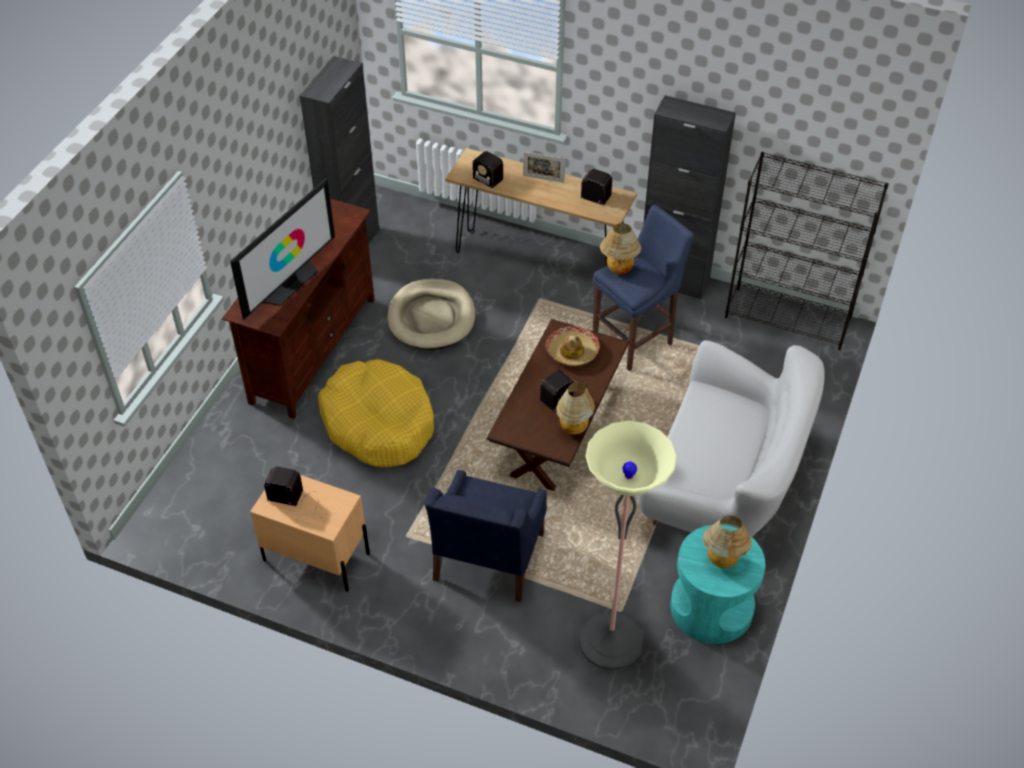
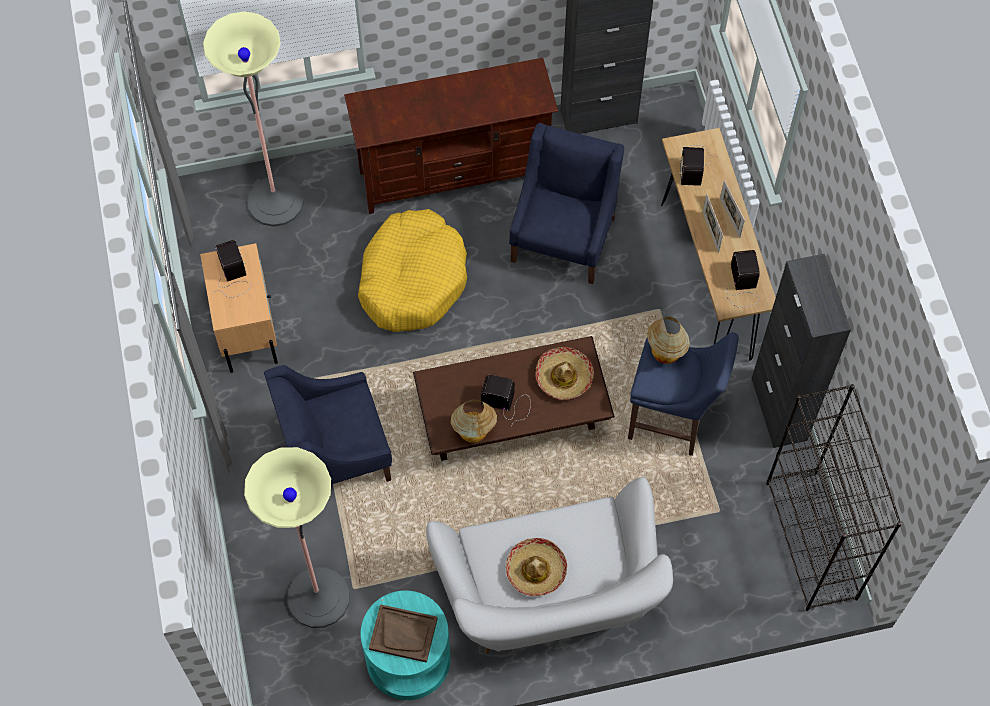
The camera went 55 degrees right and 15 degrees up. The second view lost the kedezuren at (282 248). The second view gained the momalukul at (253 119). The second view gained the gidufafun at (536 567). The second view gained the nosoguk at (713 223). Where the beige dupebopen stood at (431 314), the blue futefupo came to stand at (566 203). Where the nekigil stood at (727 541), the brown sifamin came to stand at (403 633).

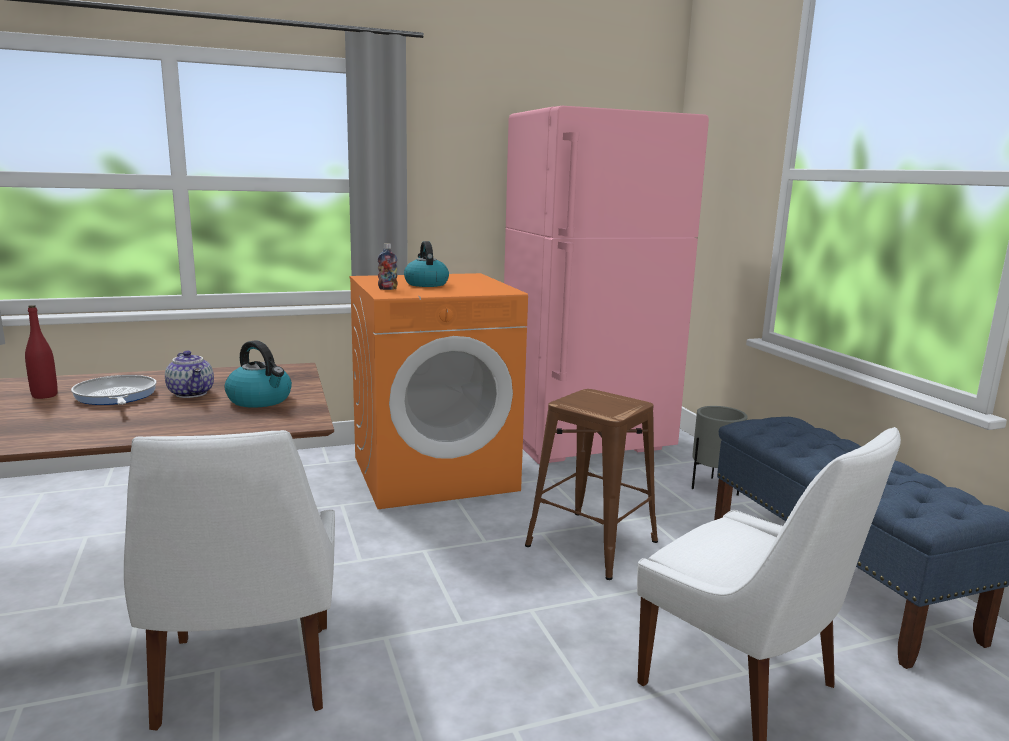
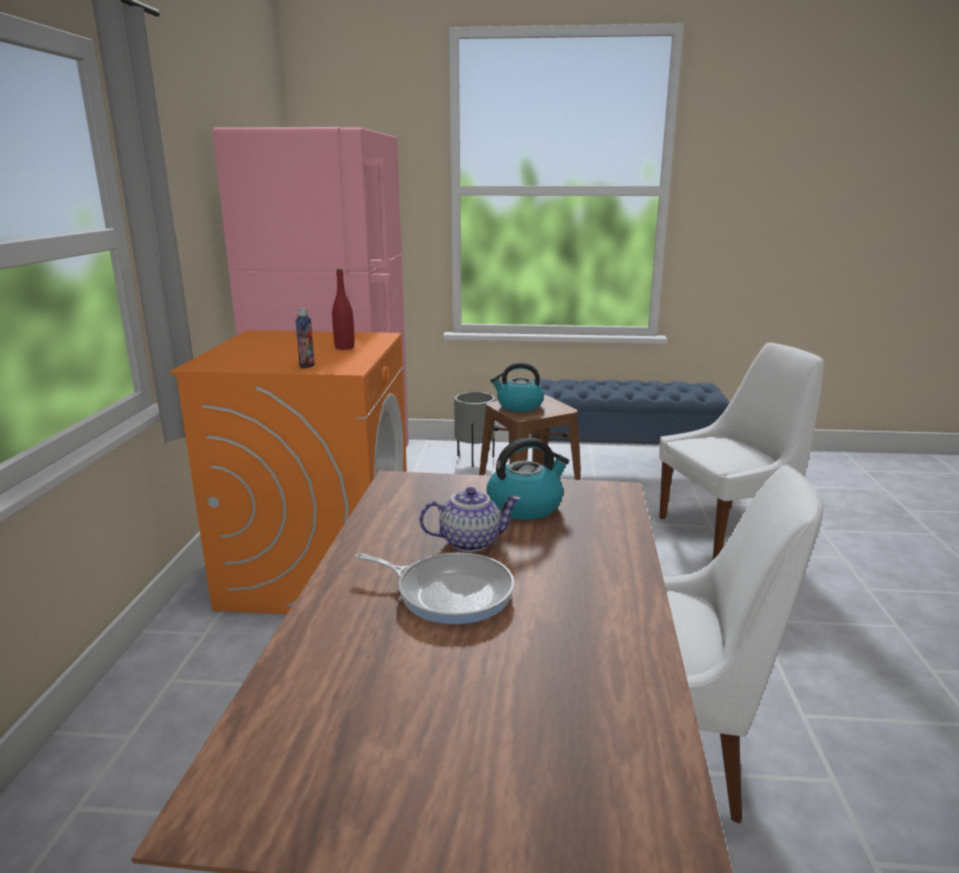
The camera went 65 degrees left and 5 degrees up. The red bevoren ended up elsewhere, having gone from (41 352) to (343 309). The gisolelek ended up elsewhere, having gone from (426 264) to (517 387). The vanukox at (113 390) ended up facing another way, 150 degrees counterclockwise from before.

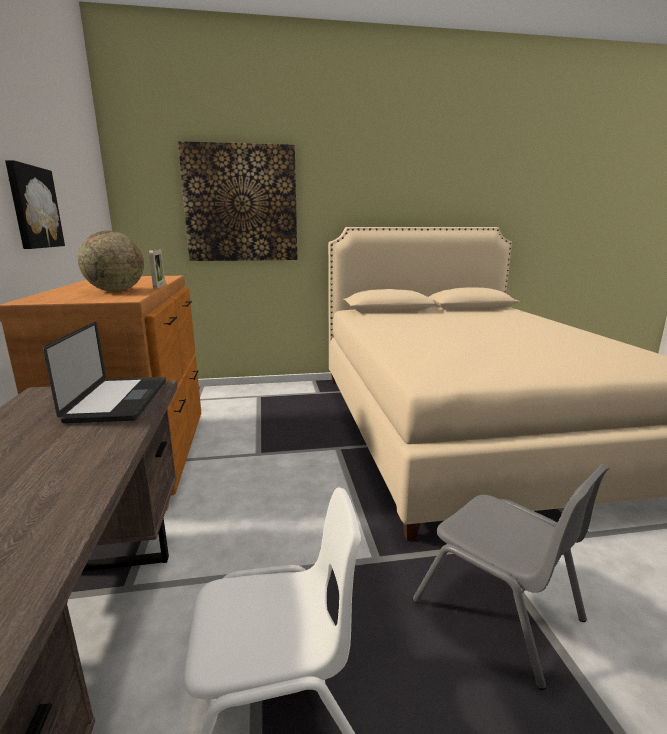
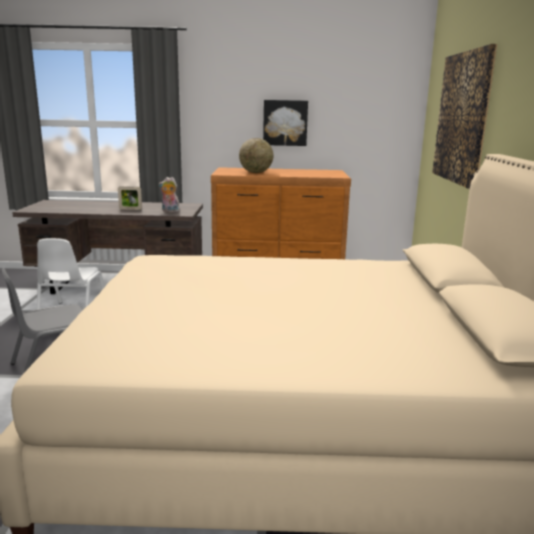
The camera went 100 degrees right and 0 degrees up. The nosoguk ended up elsewhere, having gone from (157 268) to (130 198). Where the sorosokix stood at (104 372), the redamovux came to stand at (169 194).

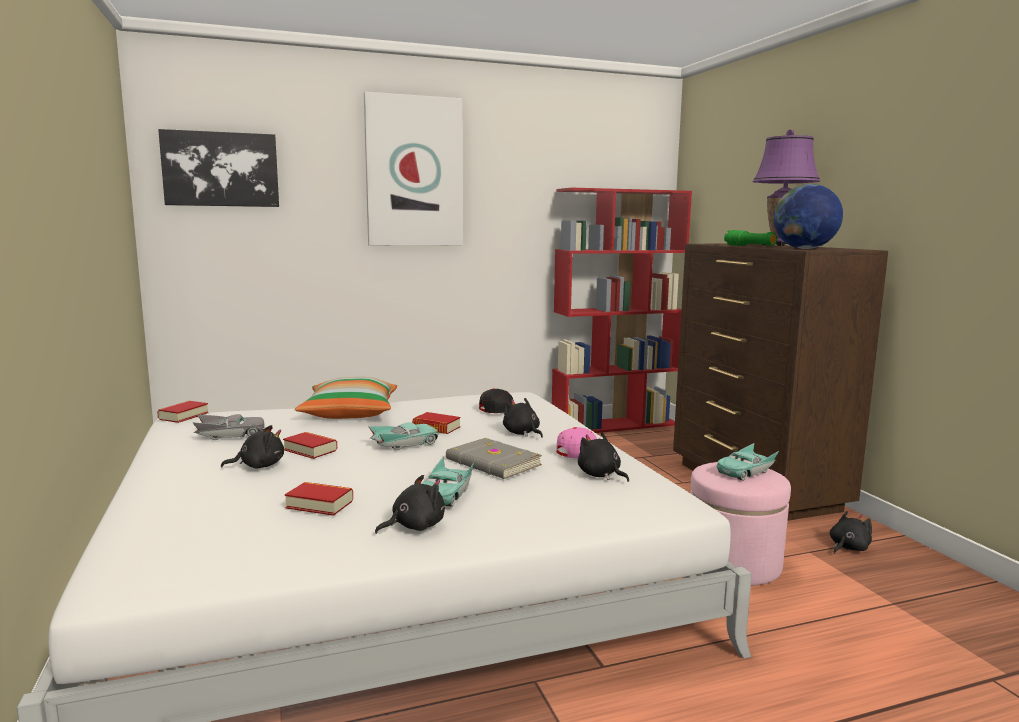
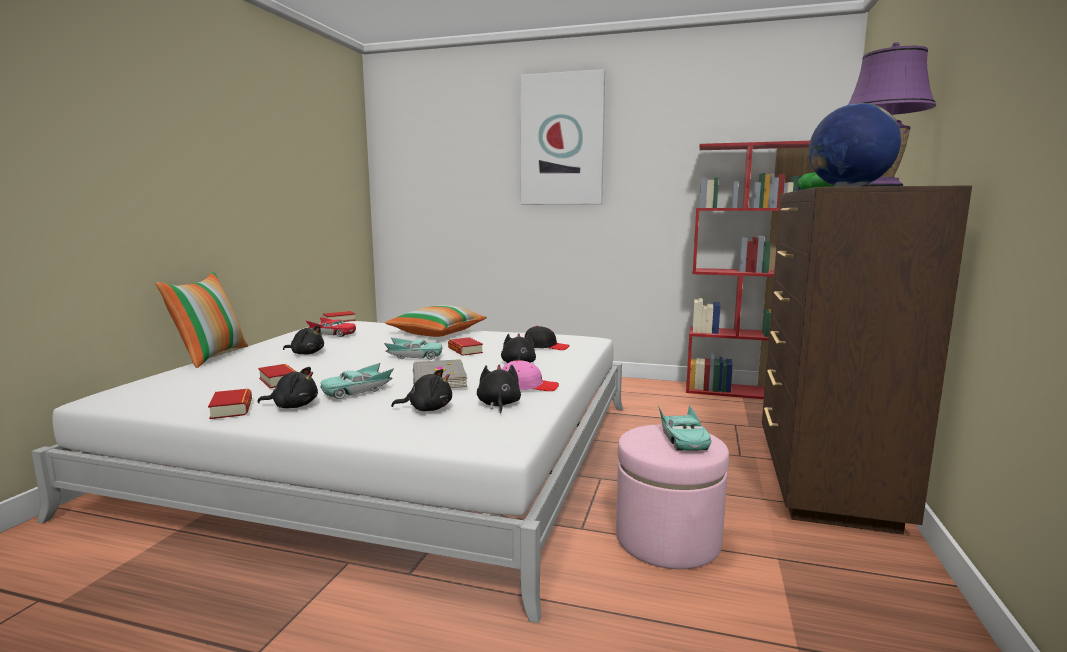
The camera went 35 degrees right and 0 degrees up. The second view lost the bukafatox at (218 168). The second view gained the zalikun at (202 320). The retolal ended up elsewhere, having gone from (310 445) to (230 404). The black redamovux ended up elsewhere, having gone from (851 532) to (421 390). What was the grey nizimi at (228 427) turned into the red nizimi at (330 327). The turquoise nizimi at (748 462) ended up facing another way, 90 degrees counterclockwise from before.

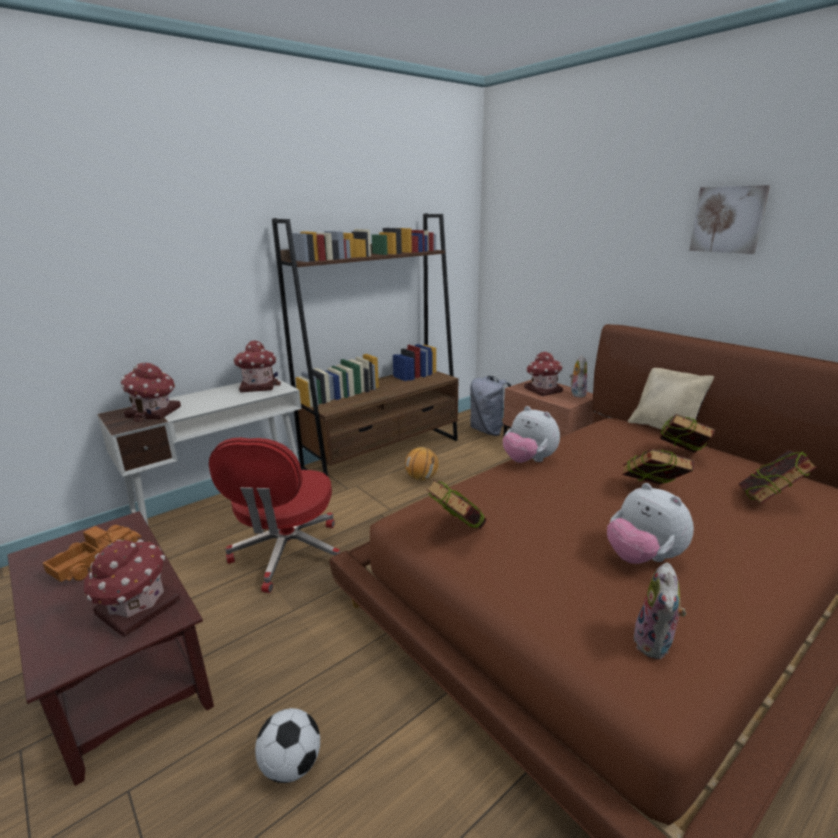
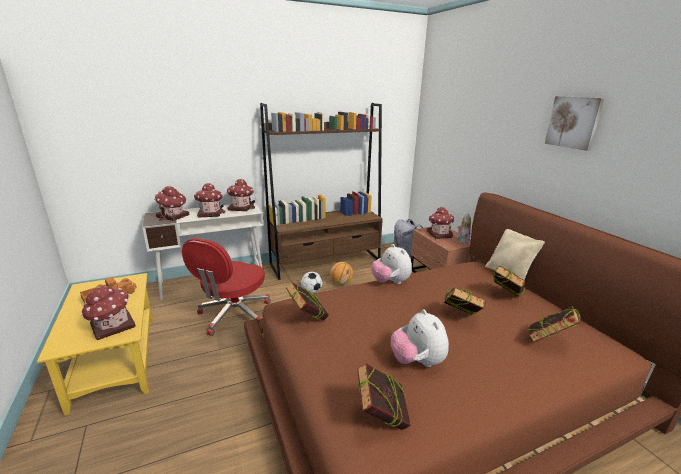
The camera went 15 degrees right and 0 degrees up. The second view gained the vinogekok at (209 200). The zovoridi ended up elsewhere, having gone from (287 745) to (312 282). Where the redamovux stood at (660 611), the retolal came to stand at (384 396). What was the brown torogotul at (111 648) turned into the yellow torogotul at (95 344).

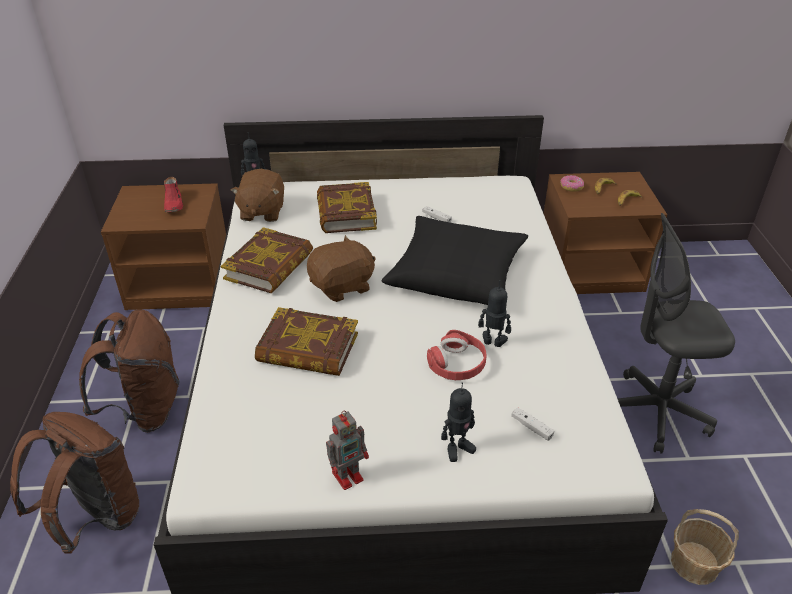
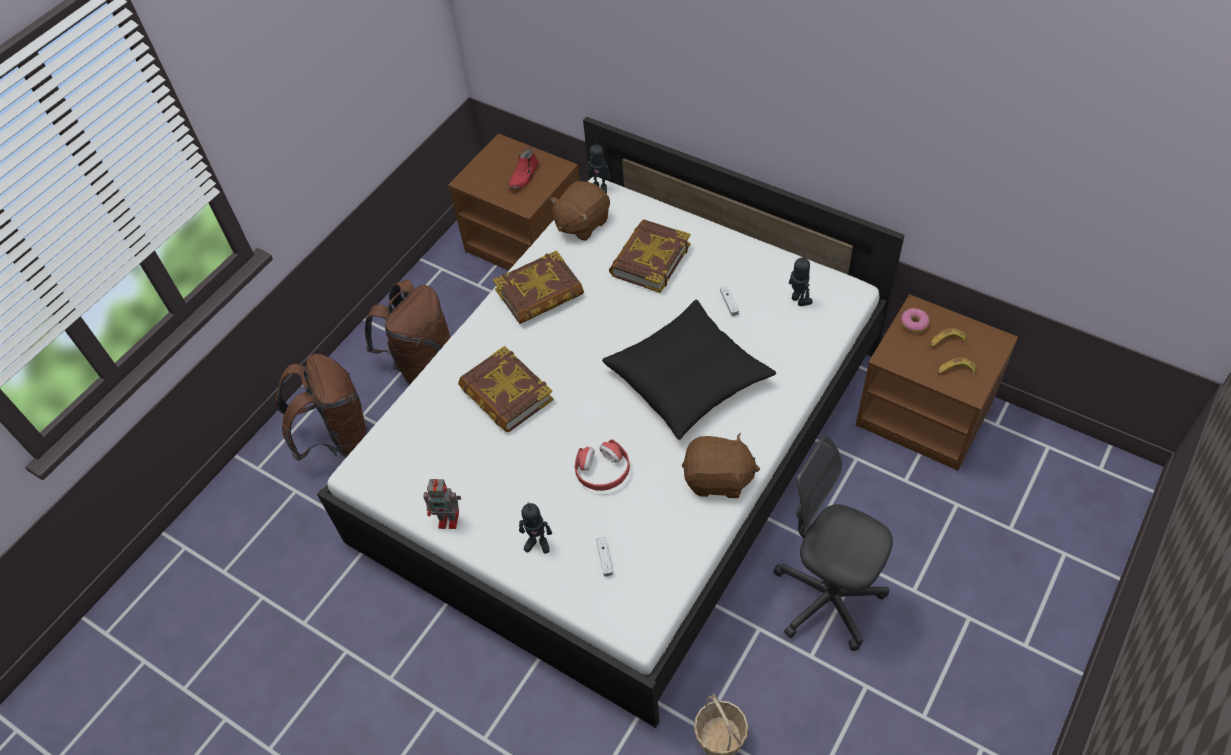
The camera went 40 degrees right and 15 degrees up. The brown redamovux ended up elsewhere, having gone from (341 268) to (721 465). The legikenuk ended up elsewhere, having gone from (494 313) to (801 280).

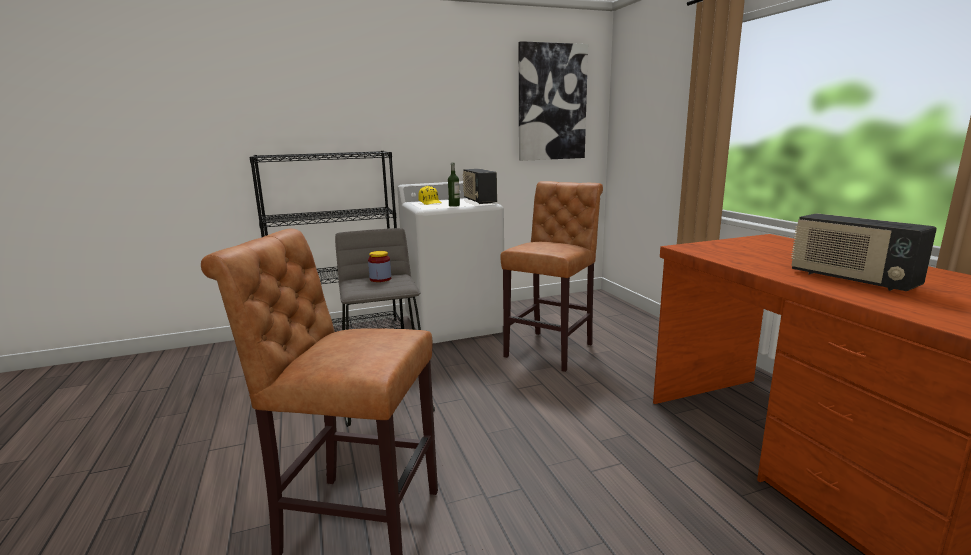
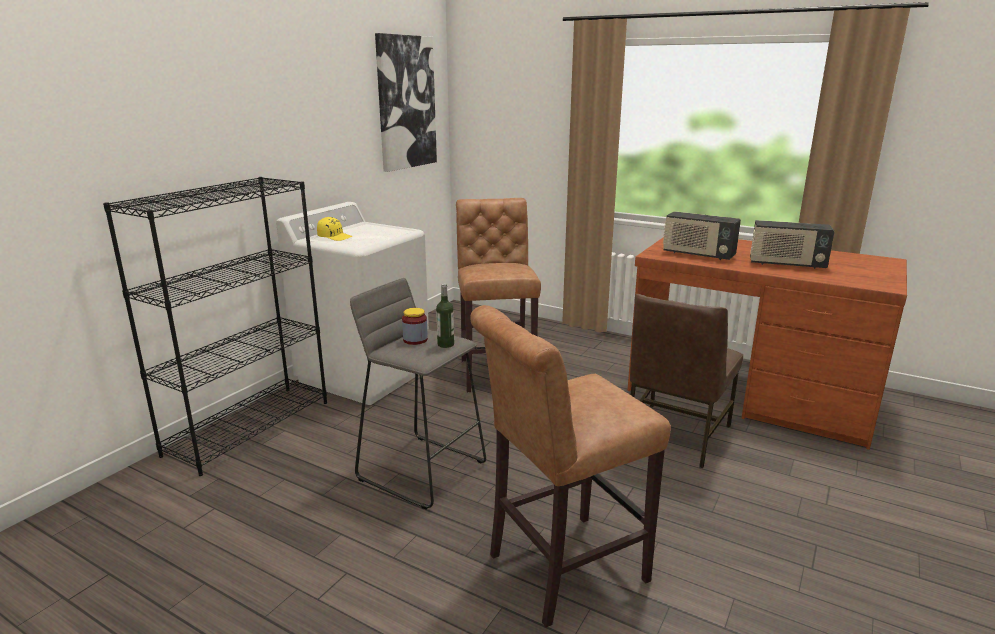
The camera went 40 degrees left and 5 degrees up. The second view gained the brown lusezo at (686 381). The bevoren ended up elsewhere, having gone from (454 185) to (445 315). The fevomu ended up elsewhere, having gone from (480 186) to (702 235).

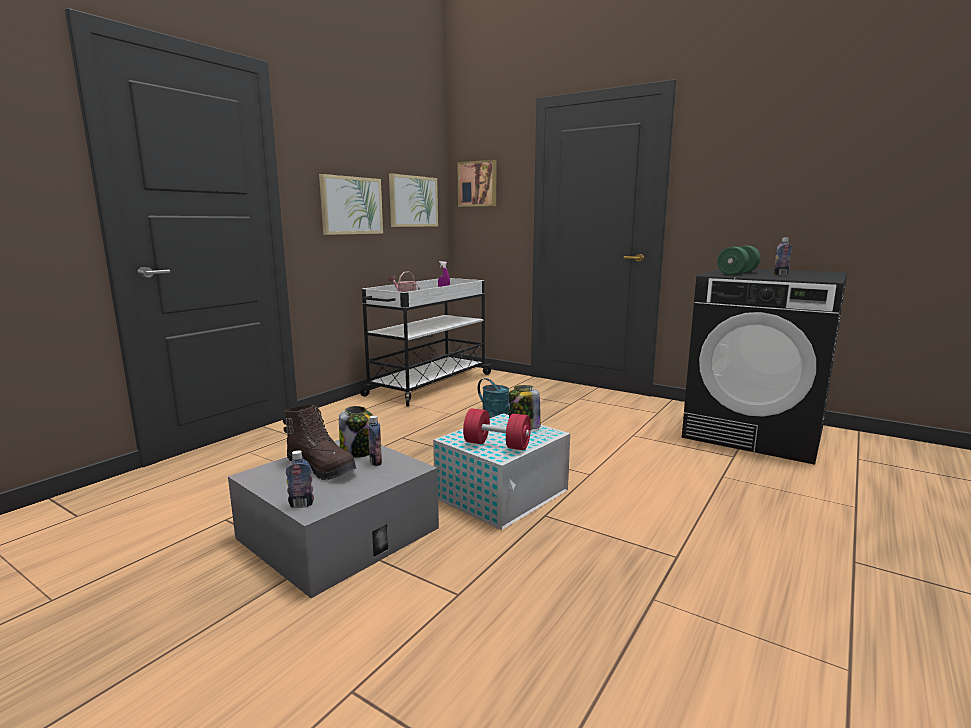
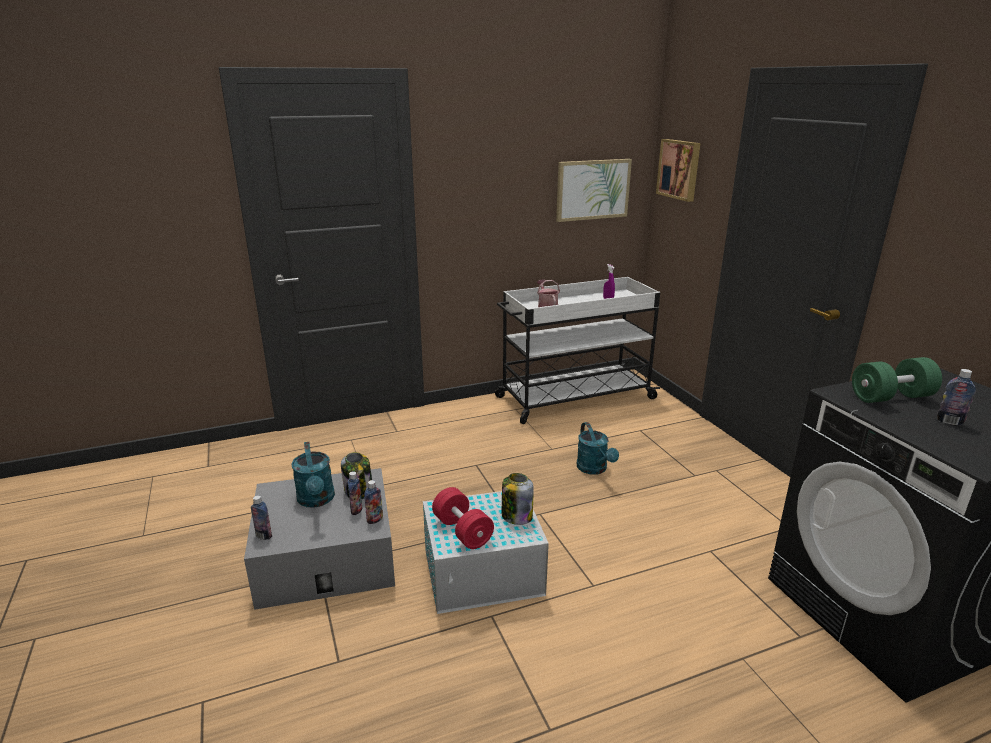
The camera went 35 degrees right and 10 degrees up. The second view lost the bukafatox at (351 204). The second view gained the bevoren at (373 502). Where the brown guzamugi stood at (319 442), the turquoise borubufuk came to stand at (313 475).

